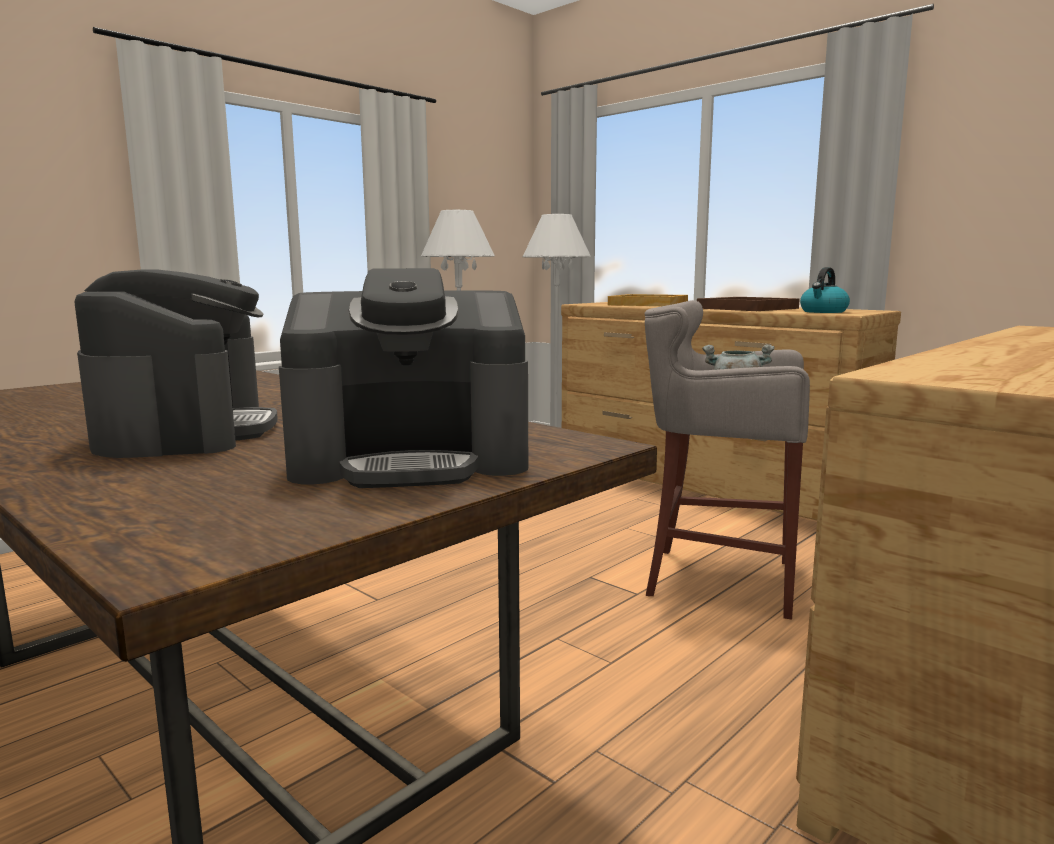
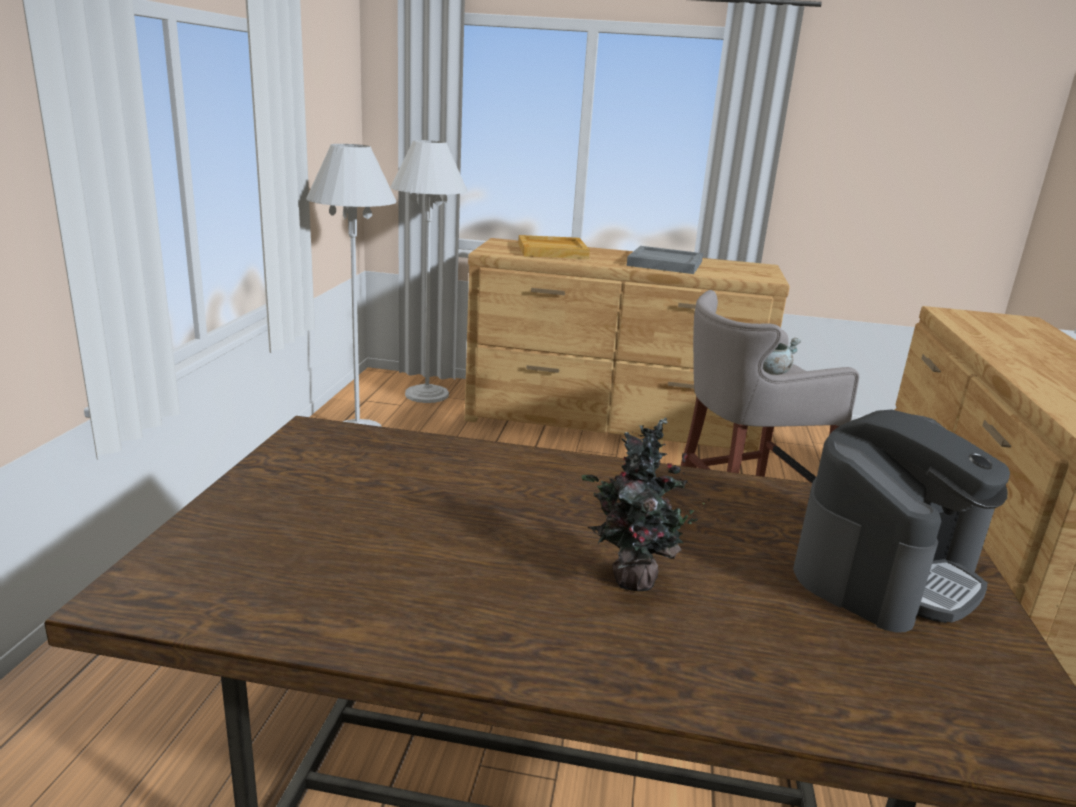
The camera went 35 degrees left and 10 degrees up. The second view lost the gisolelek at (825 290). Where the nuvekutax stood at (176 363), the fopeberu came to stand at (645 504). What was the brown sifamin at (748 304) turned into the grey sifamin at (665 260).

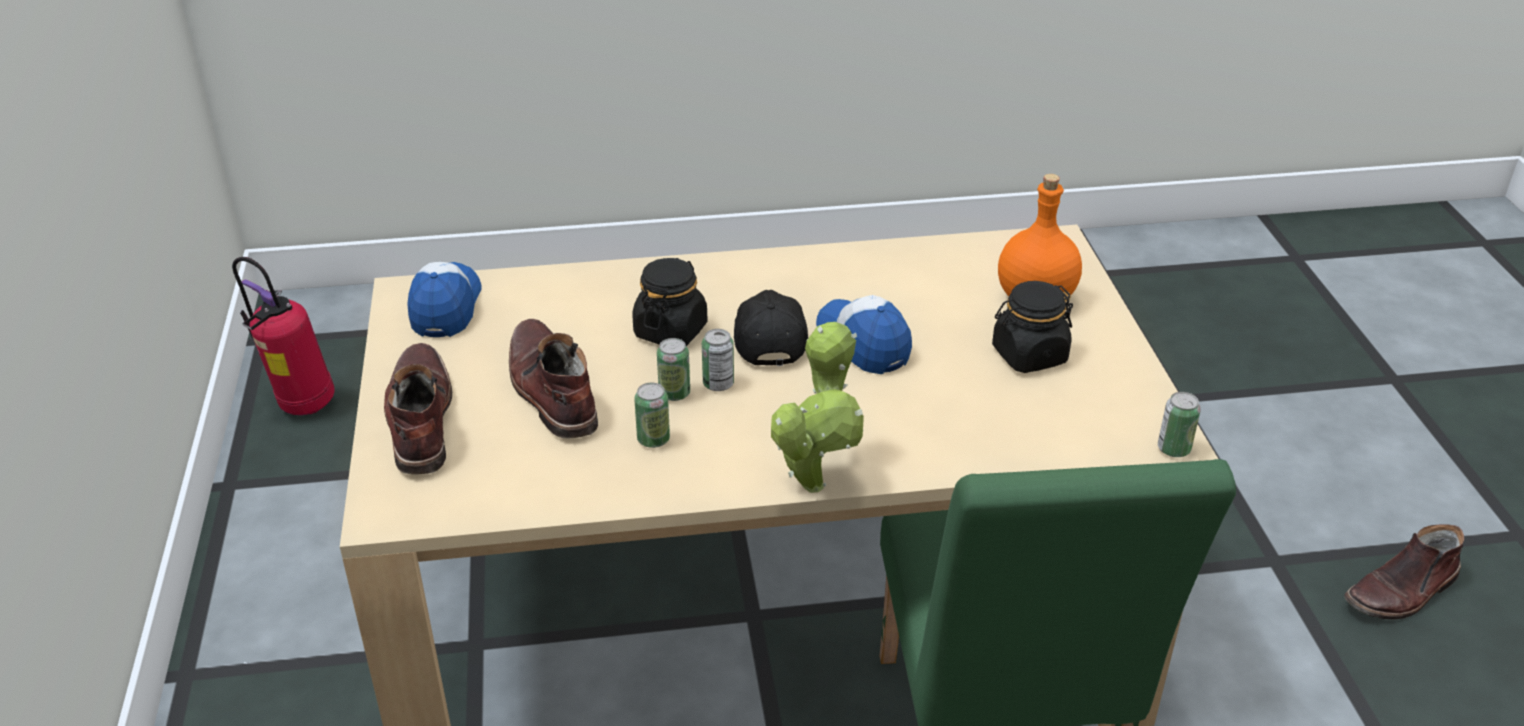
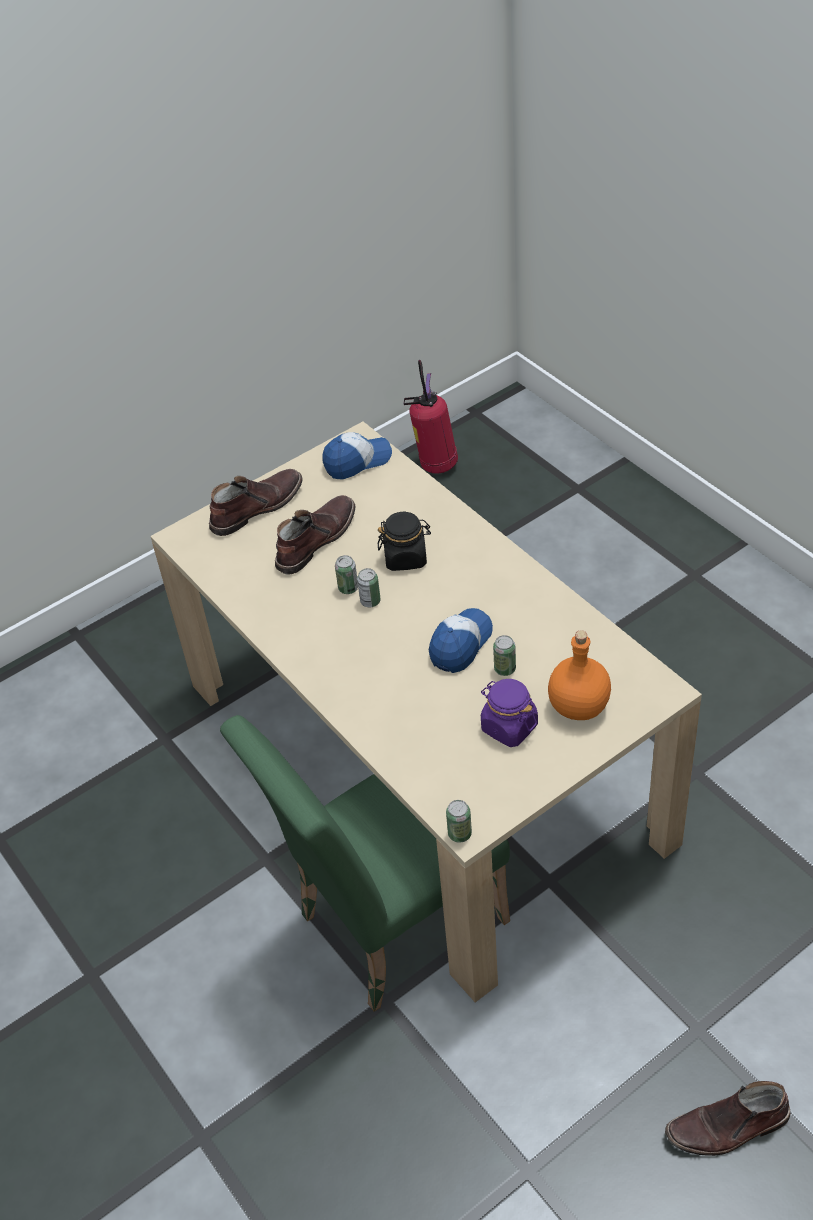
The camera went 65 degrees right and 10 degrees up. The second view lost the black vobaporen at (771 328). The second view lost the fopeberu at (817 407). The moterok ended up elsewhere, having gone from (652 415) to (504 655). What was the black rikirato at (1032 327) turned into the purple rikirato at (509 713). The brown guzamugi at (1404 571) ended up facing another way, 45 degrees counterclockwise from before.

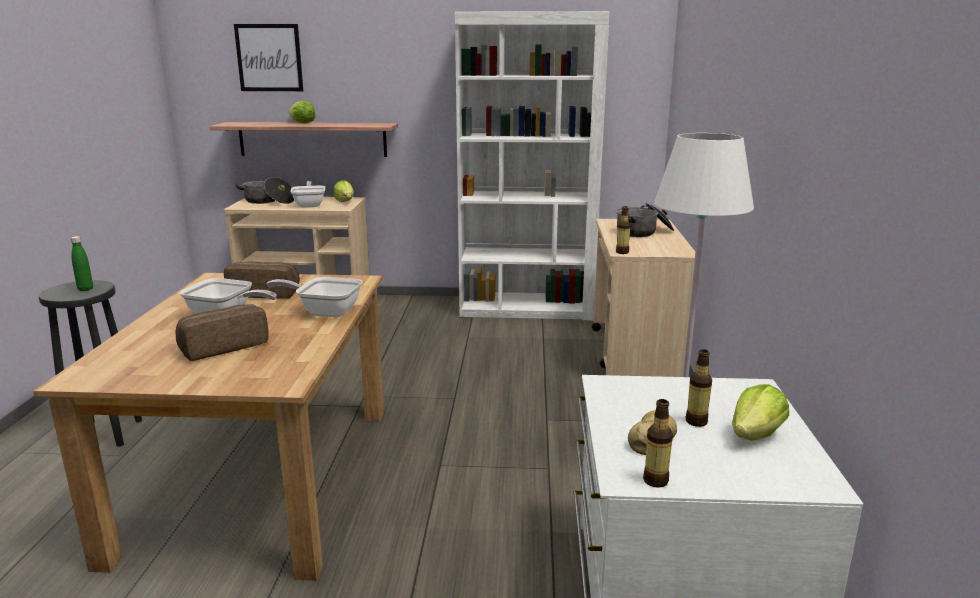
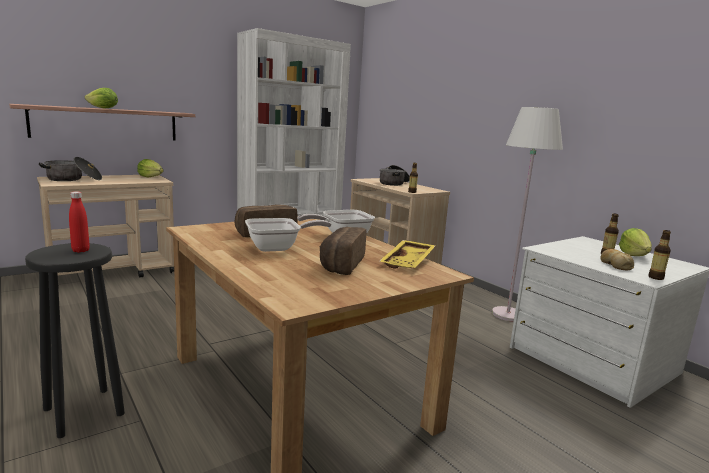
The camera went 40 degrees left and 5 degrees down. The second view lost the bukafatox at (268 57). The second view lost the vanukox at (307 194). The second view gained the yellow sifamin at (407 254). What was the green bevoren at (82 263) turned into the red bevoren at (79 222).

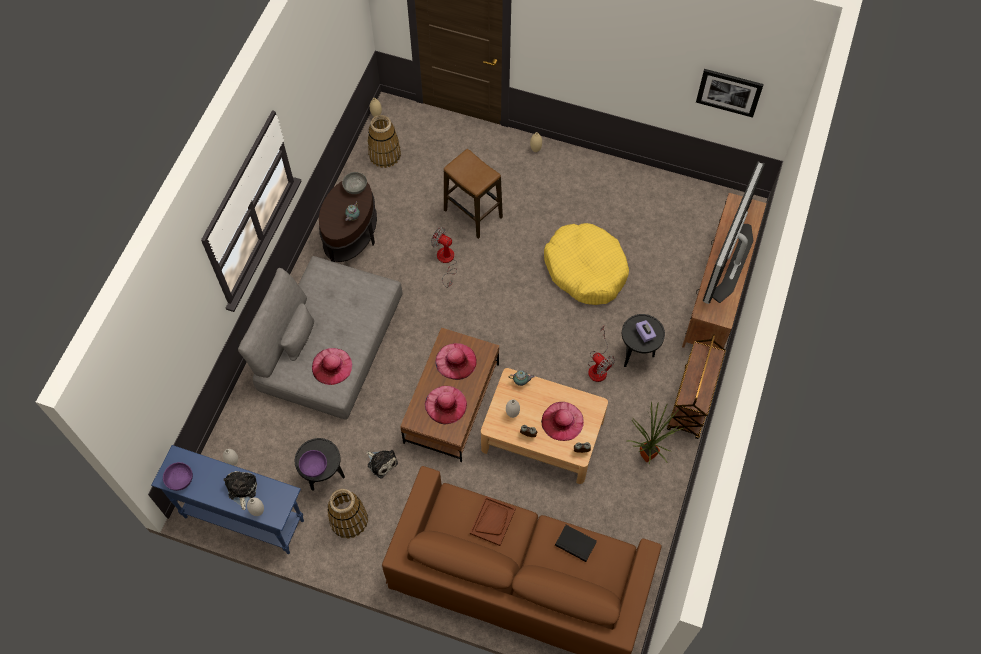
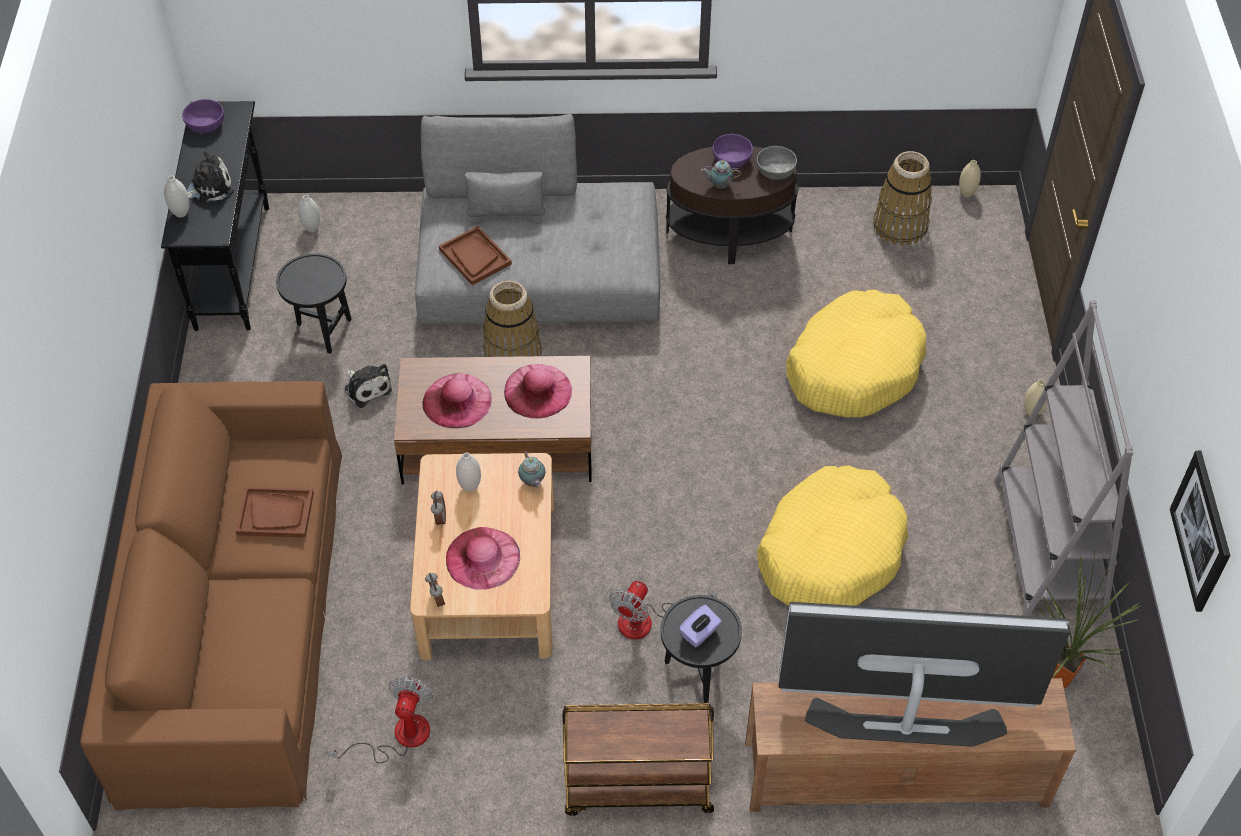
The camera went 70 degrees right and 10 degrees down. The second view lost the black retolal at (576 543). The second view gained the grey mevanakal at (1063 459). The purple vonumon ended up elsewhere, having gone from (313 463) to (733 151). The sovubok ended up elsewhere, having gone from (347 514) to (512 319). The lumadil ended up elsewhere, having gone from (444 257) to (380 720). The fopeberu ended up elsewhere, having gone from (656 432) to (1089 619). Where the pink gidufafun stood at (332 366), the brown sifamin came to stand at (475 255). Where the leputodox stood at (473 194), the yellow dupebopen came to stand at (856 353). What was the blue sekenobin at (227 499) turned into the black sekenobin at (215 216). The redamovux at (382 464) ended up facing another way, 60 degrees counterclockwise from before.

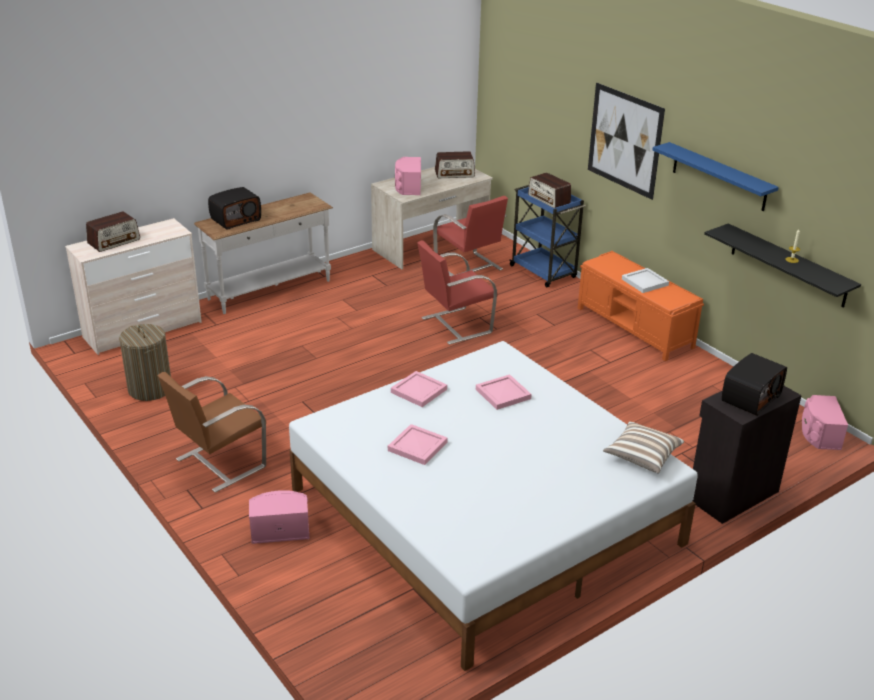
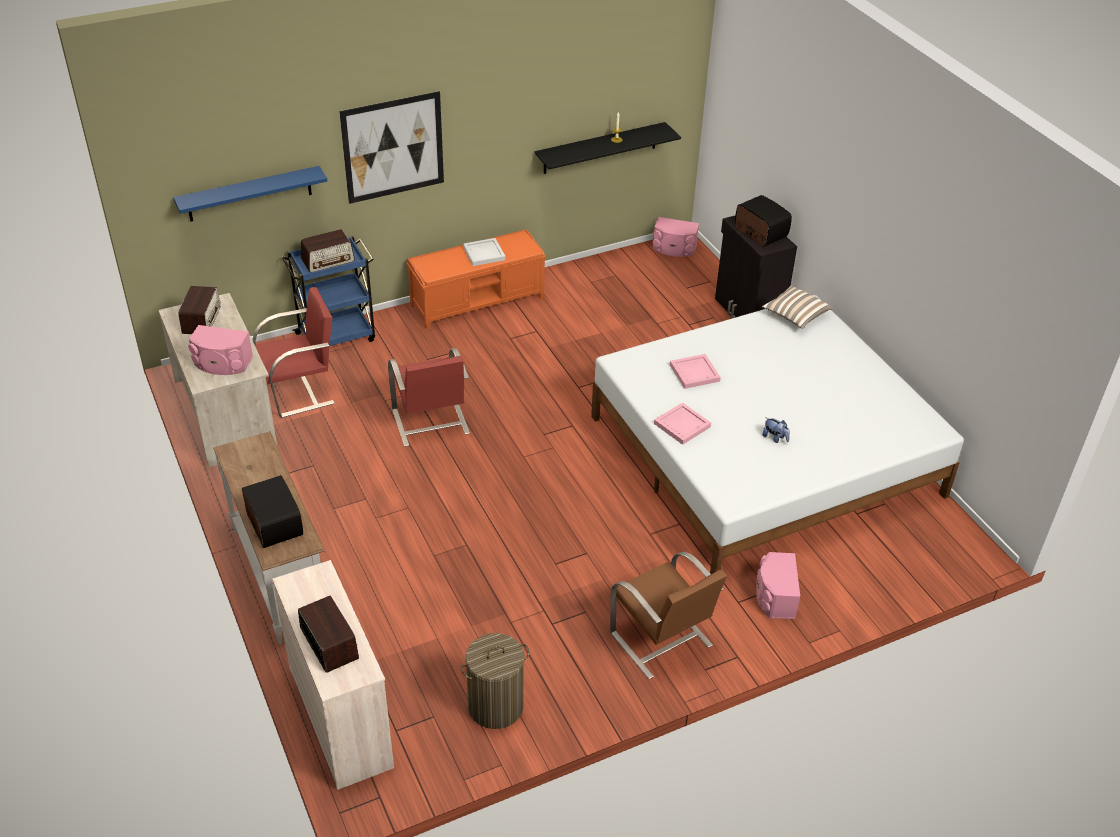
The camera went 80 degrees left and 10 degrees up. The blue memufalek ended up elsewhere, having gone from (715 177) to (250 194). Where the pink sifamin stood at (417 444), the redamovux came to stand at (776 430).

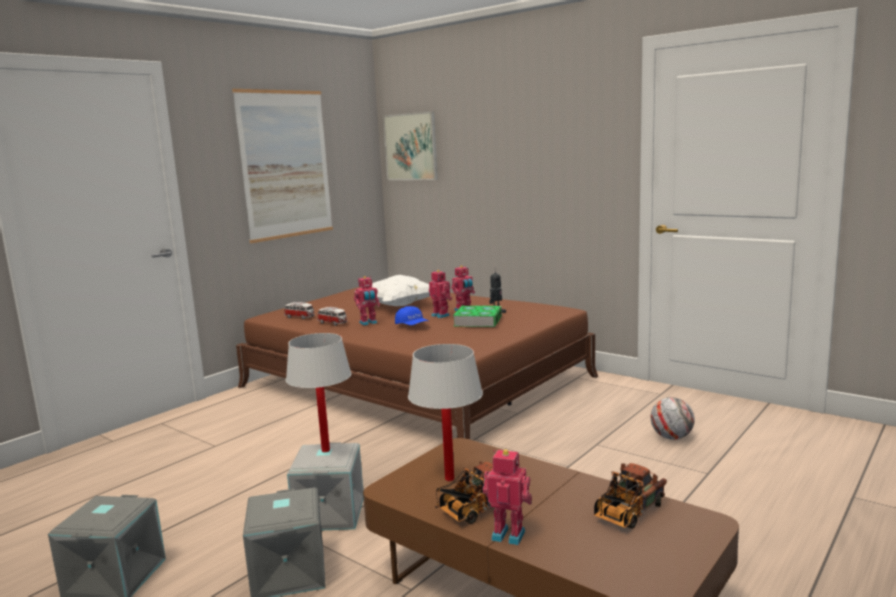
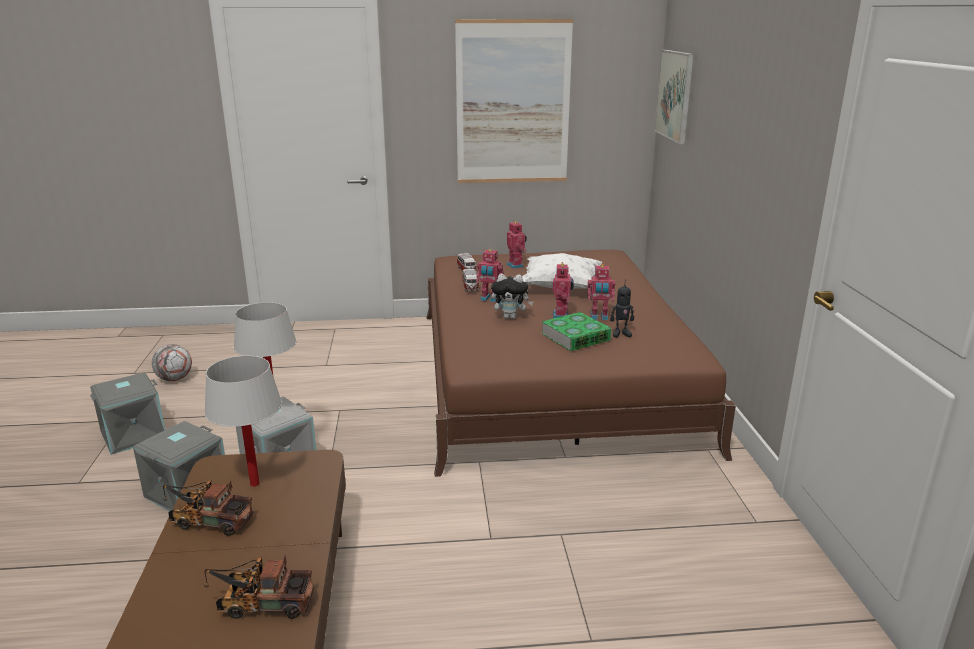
The camera went 45 degrees right and 10 degrees up. The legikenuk ended up elsewhere, having gone from (507 497) to (517 245). The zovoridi ended up elsewhere, having gone from (673 418) to (172 362). Where the blue vobaporen stood at (411 315), the redamovux came to stand at (512 296).

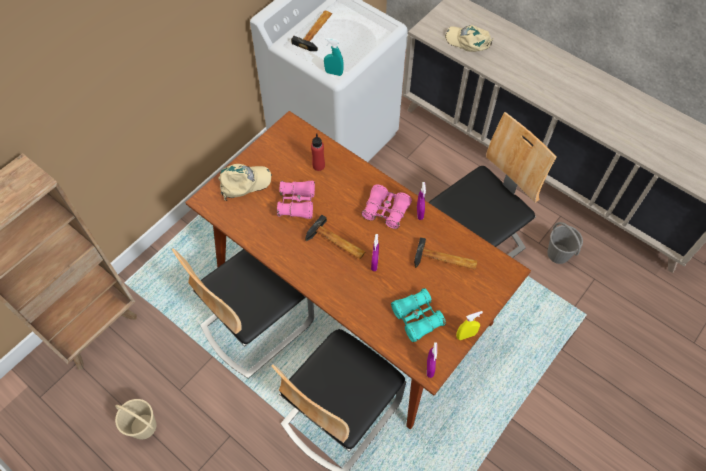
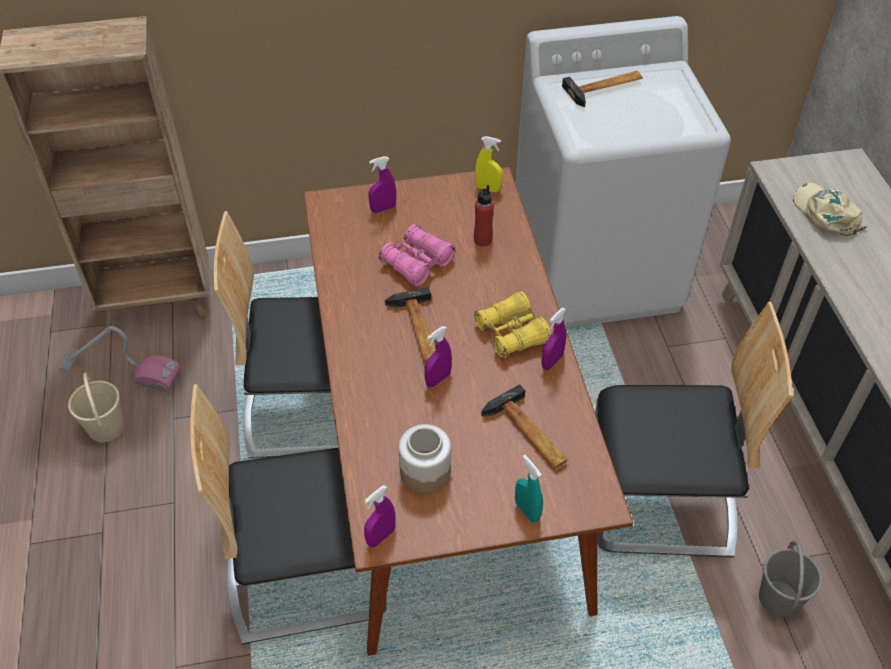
The camera went 40 degrees right and 10 degrees down. The second view gained the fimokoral at (120 359). The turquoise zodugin ended up elsewhere, having gone from (334 57) to (529 488). The yellow zodugin ended up elsewhere, having gone from (469 325) to (489 164). Where the beige vobaporen stood at (245 182), the purple zodugin came to stand at (382 184). Where the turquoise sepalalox stood at (418 315), the rikirato came to stand at (424 459). What was the pink sepalalox at (386 206) turned into the yellow sepalalox at (512 325).

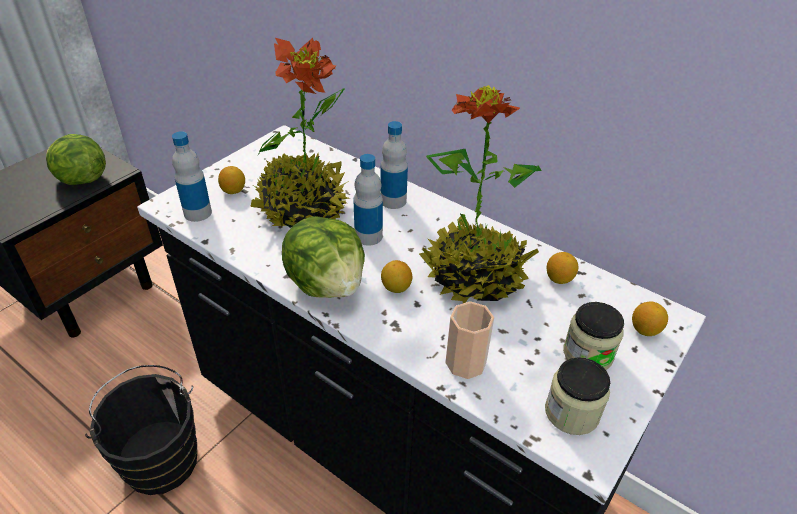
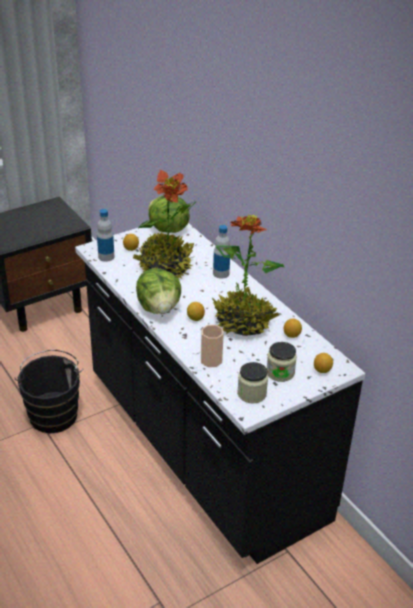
The camera went 20 degrees right and 5 degrees down. The second view lost the bevoren at (368 200). The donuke ended up elsewhere, having gone from (76 159) to (169 213).

